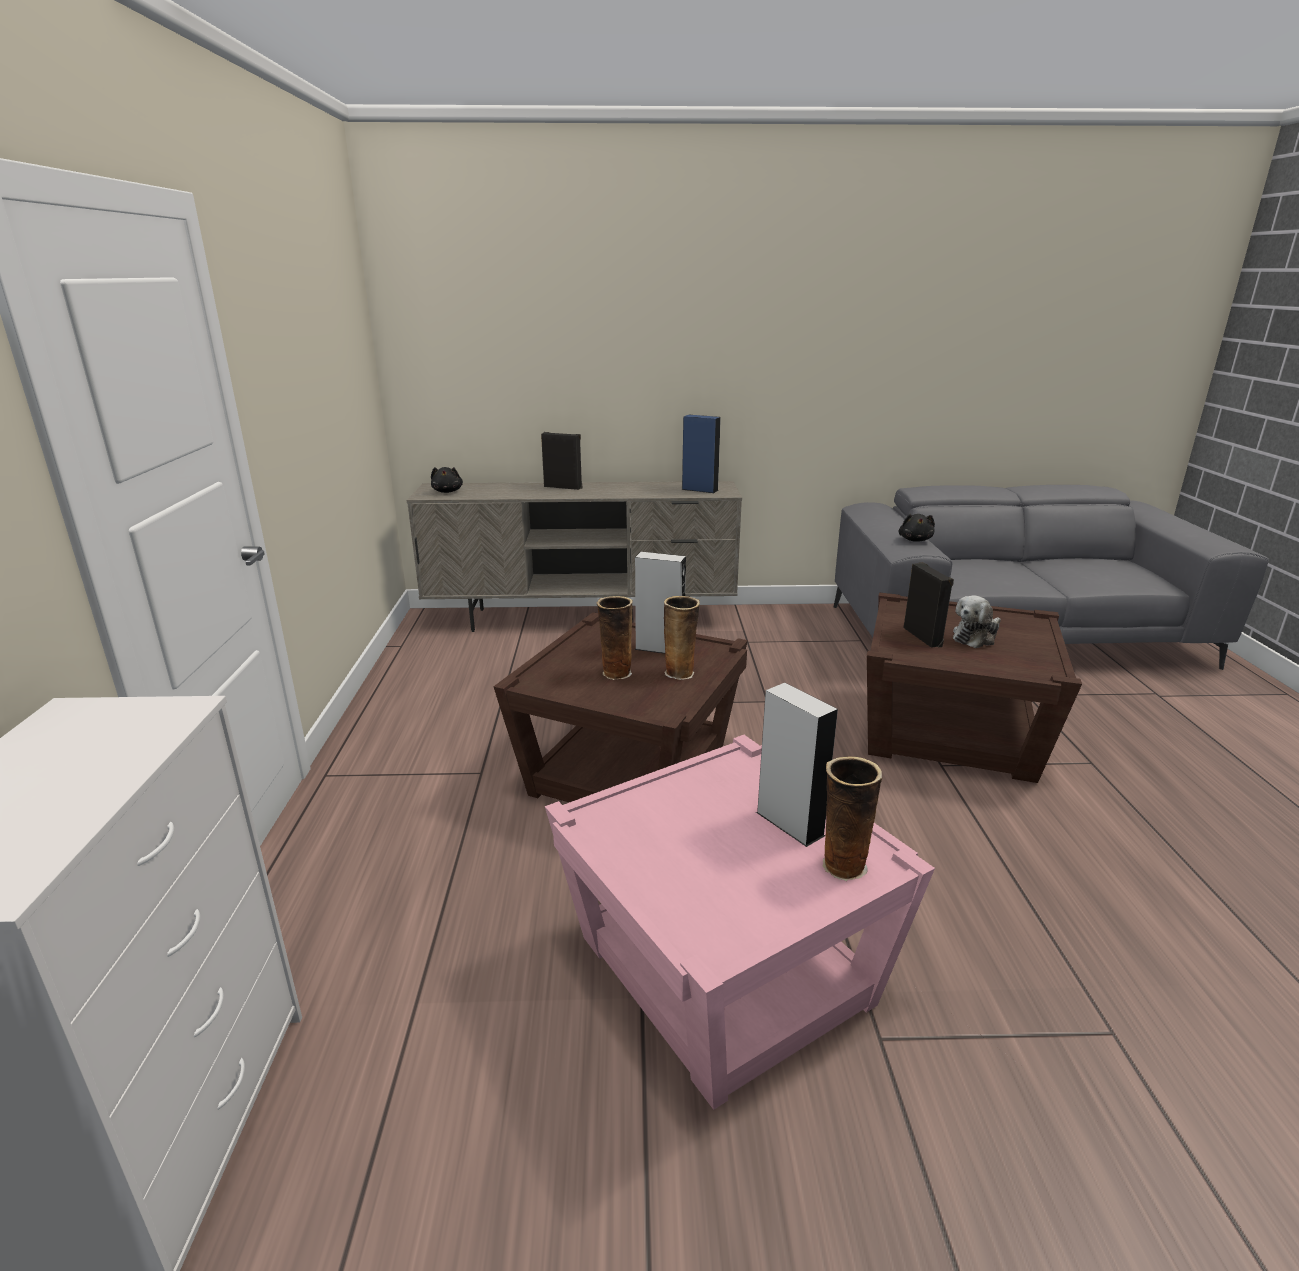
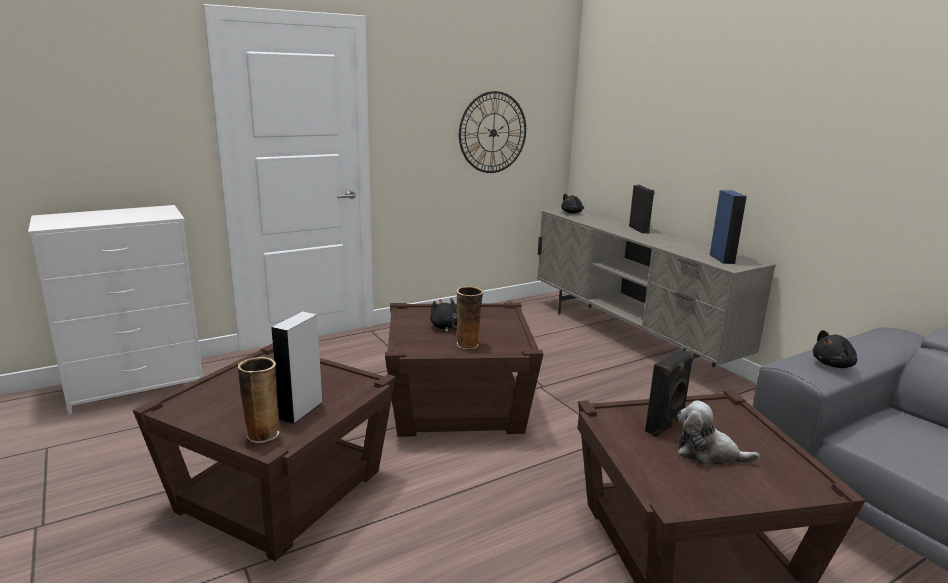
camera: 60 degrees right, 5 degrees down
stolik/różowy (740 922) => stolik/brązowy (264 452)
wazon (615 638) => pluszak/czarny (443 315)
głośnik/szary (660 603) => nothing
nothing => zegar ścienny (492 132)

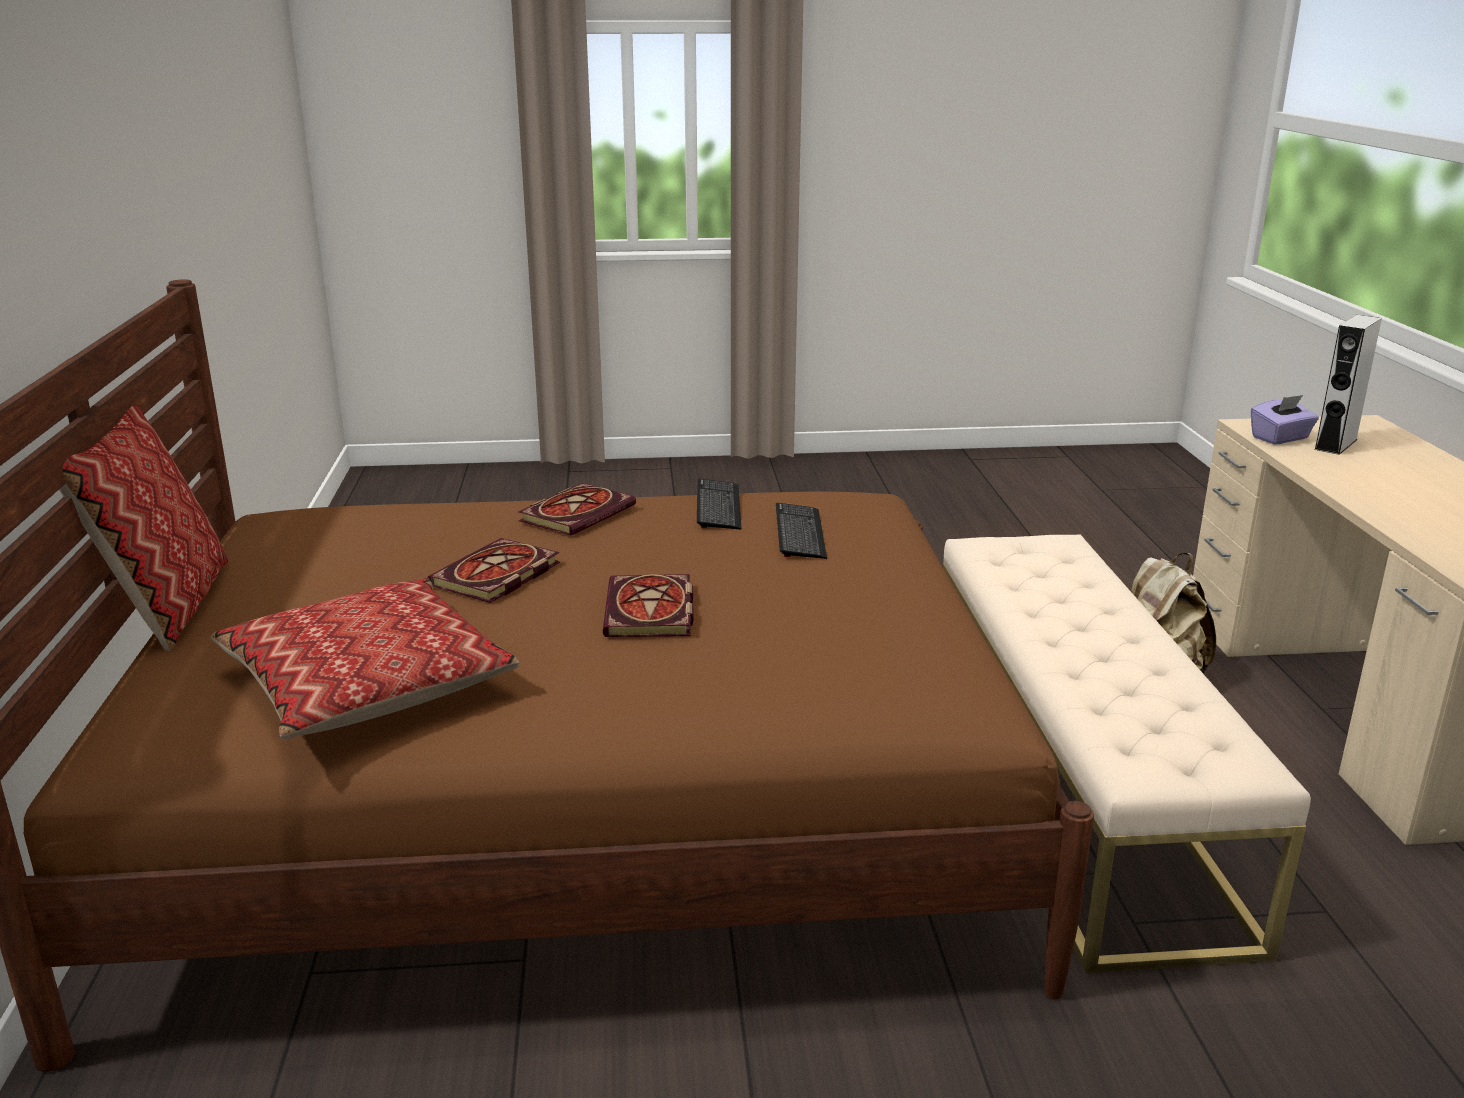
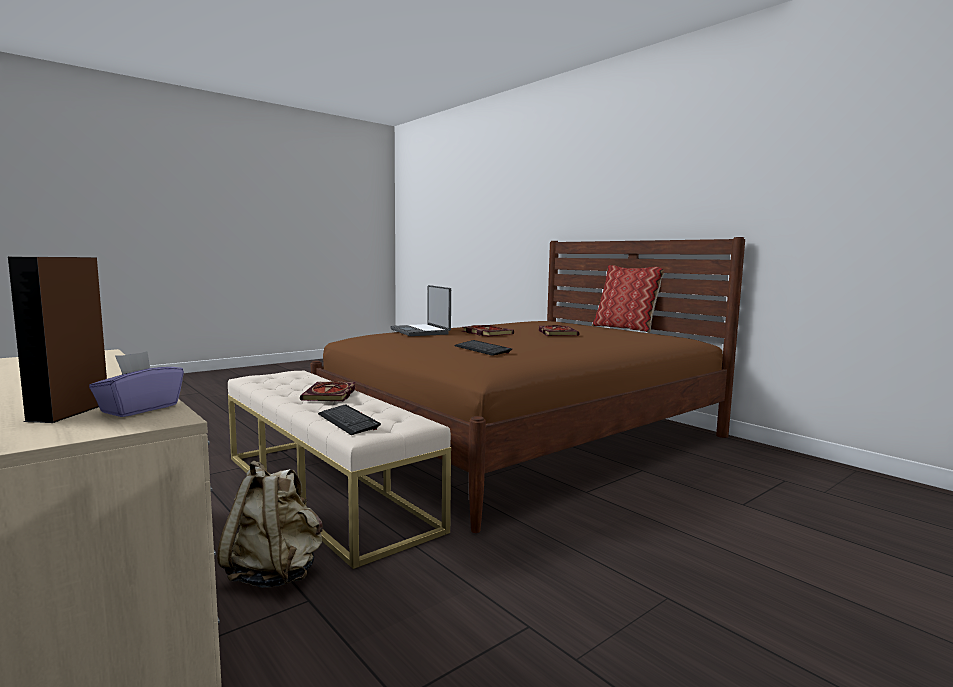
camera: 145 degrees right, 15 degrees down
poduszka (365 658) => nothing
książka (577 509) => książka (328 391), move
klawiatura (719 504) => klawiatura (349 419), move
głośnik/szary (1348 385) => głośnik/brązowy (57 340)
nothing => laptop (420 310)

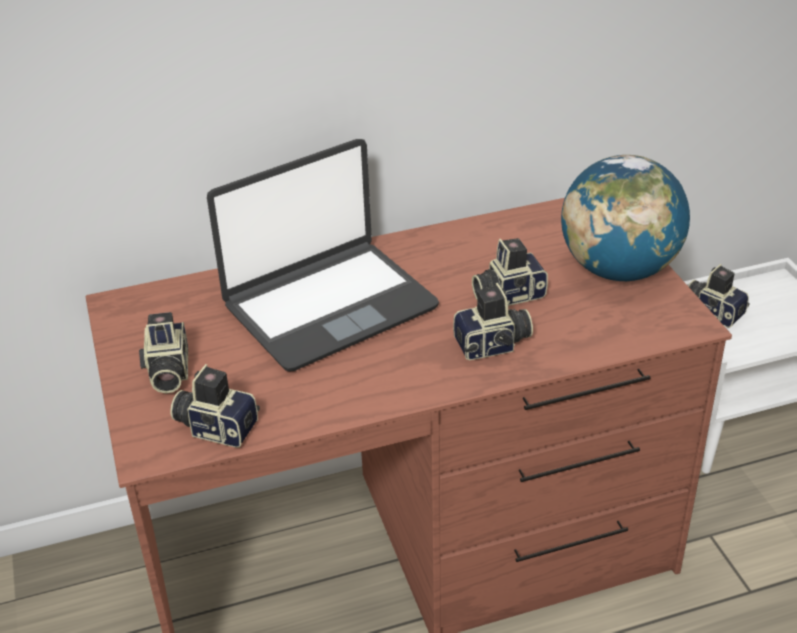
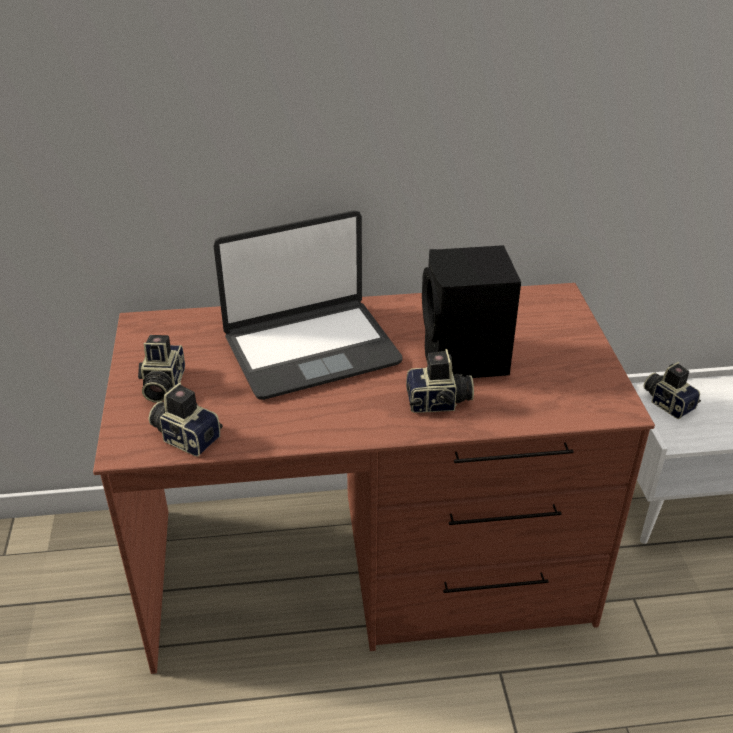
camera: 10 degrees right, 0 degrees up
aparat fotograficzny (510 272) => głośnik/czarny (471 311)
globus (625 218) => nothing

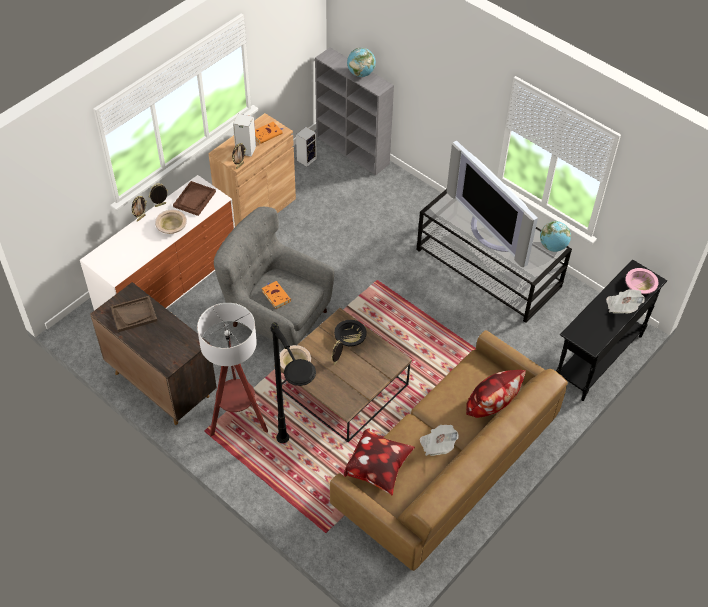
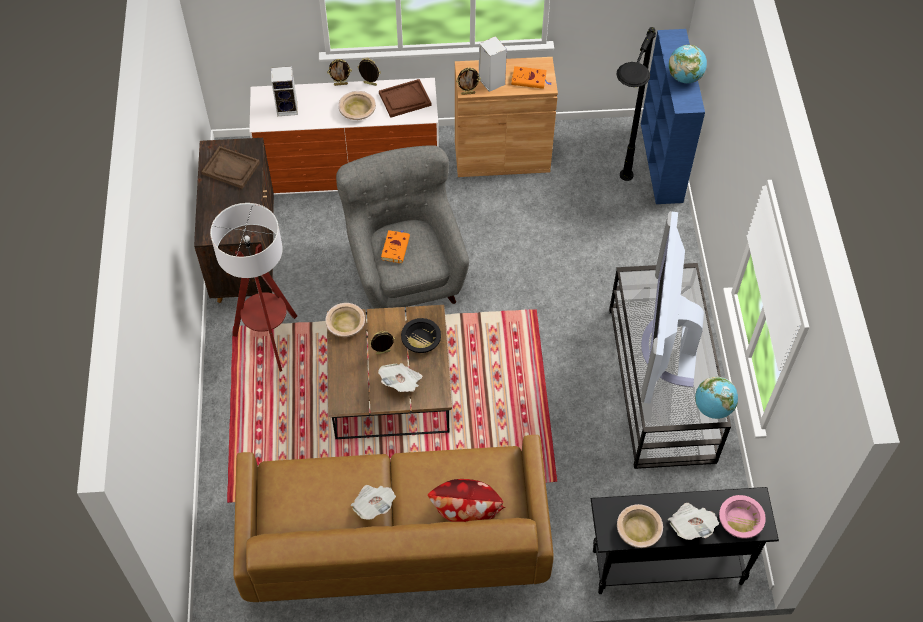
camera: 45 degrees right, 5 degrees up
lampa stojąca/czarny (293 382) => lampa stojąca/czarny (636 104), move
głośnik (306 147) => głośnik (284 91), move
regał/szary (354 111) => regał/niebieski (673 116)
poduszka (379 461) => nothing
nothing => gazeta (400 377)
nothing => miska/beżowy (640 526)

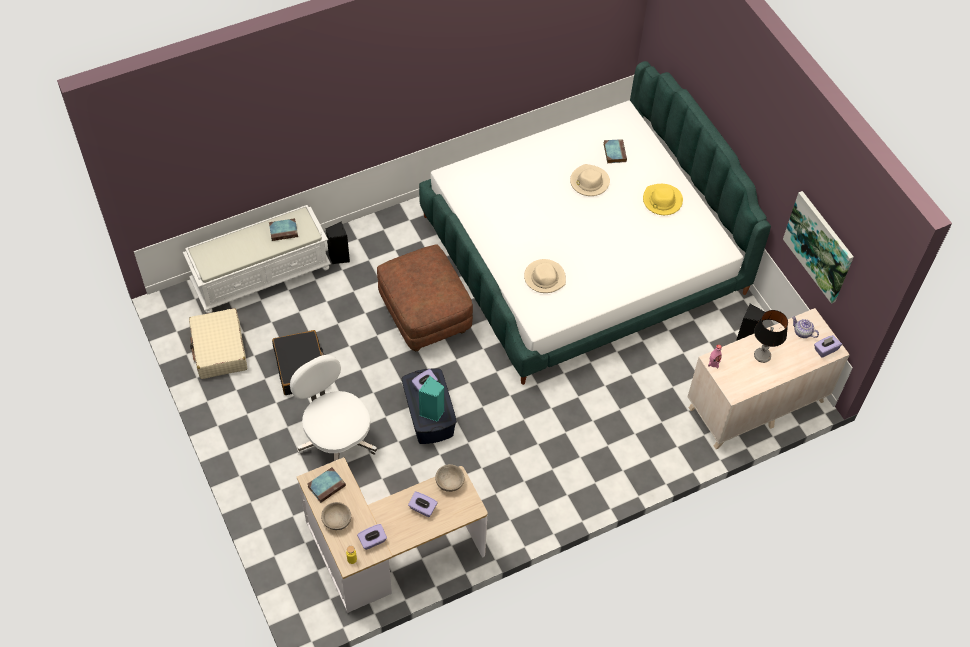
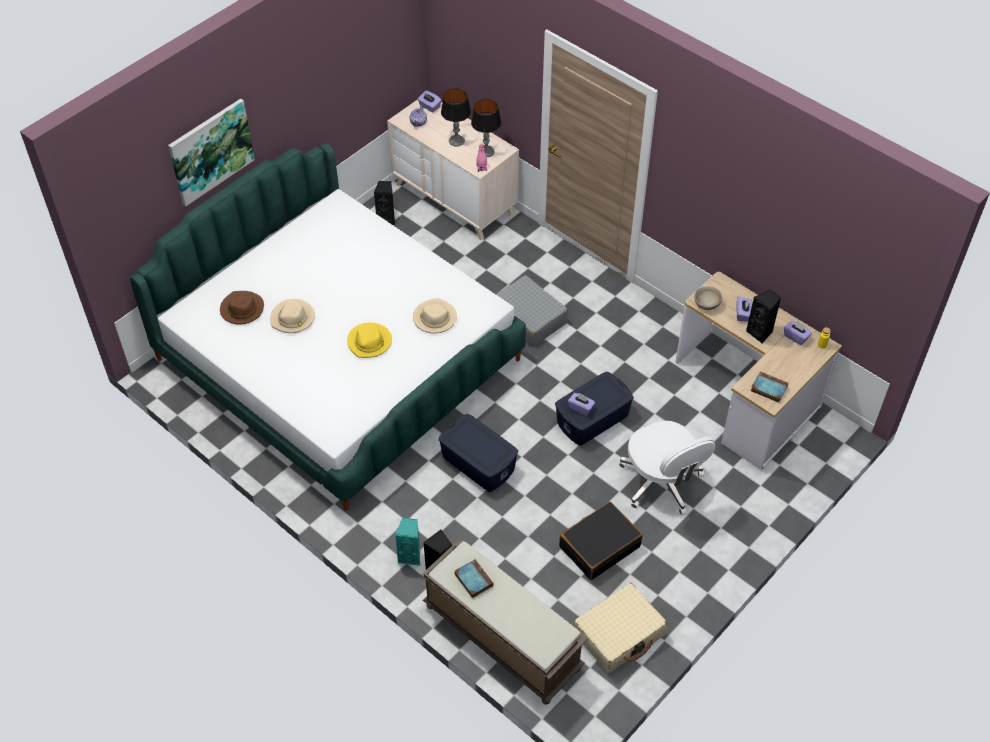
camera: 110 degrees left, 5 degrees down
ławka/biały (257 259) => ławka/brązowy (504 622)
krzesło biurowe/biały (334 408) => krzesło biurowe/biały (667 468), 60 degrees counterclockwise
miska/beżowy (336 516) => nothing
pufa/brązowy (425 297) => pojemnik do przechowywania/niebieski (478 453)
głośnik/turkusowy (431 399) => głośnik/turkusowy (407 542), move
książka (615 151) => kapelusz/brązowy (242 308)
kapelusz/żółty (663 199) => kapelusz/żółty (369 340), move
obraz (818 247) => obraz (211 152), move
nothing => lampa stołowa (486 128)
nothing => walizka/szary (532 311)
nothing => głośnik/czarny (763 316)

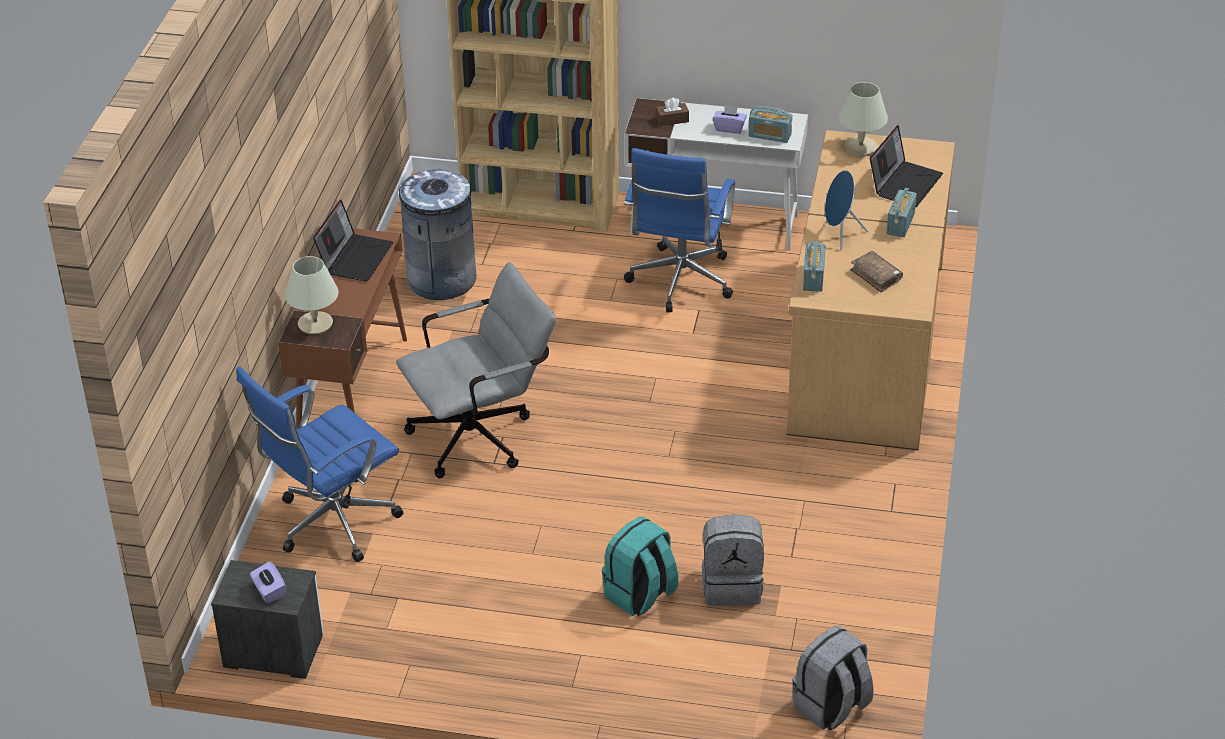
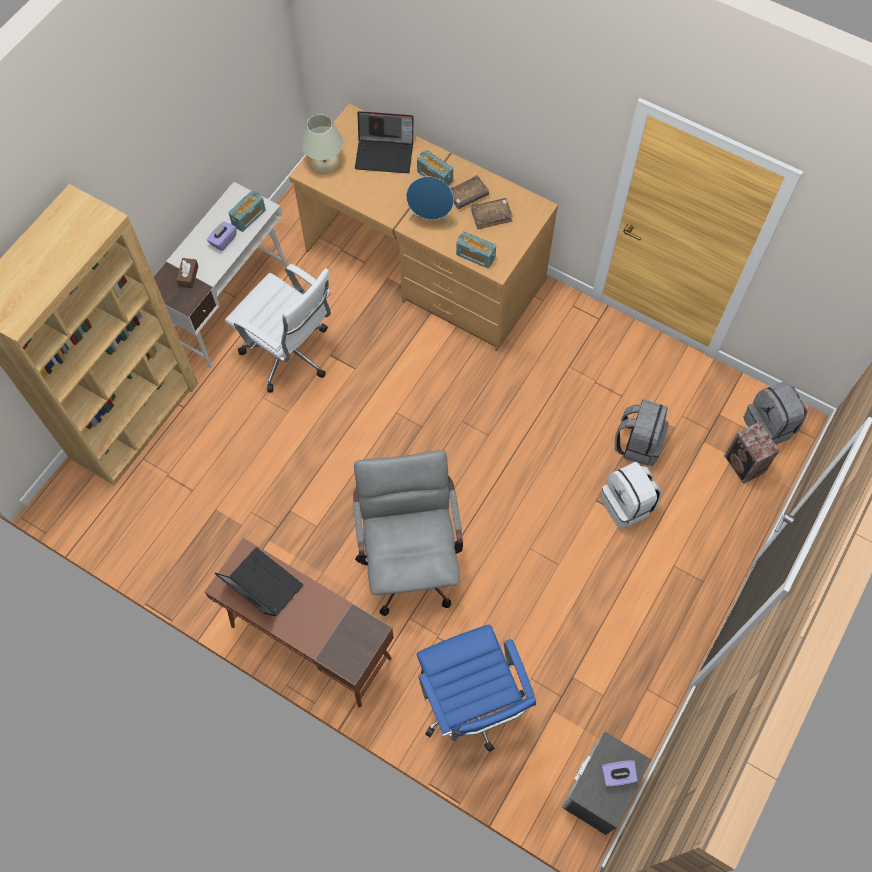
camera: 70 degrees left, 25 degrees up
lampa stołowa/beżowy (312 295) => nothing
kosz na śmieci/szary (437 234) => nothing
plecak/turkusowy (640 566) => plecak/biały (631 496)
krzesło biurowe/niebieski (679 230) => krzesło biurowe/biały (278 328)
laptop (906 166) => laptop (384 142), 135 degrees clockwise
nothing => książka/brązowy (469 192)
nothing => głośnik (752 453)

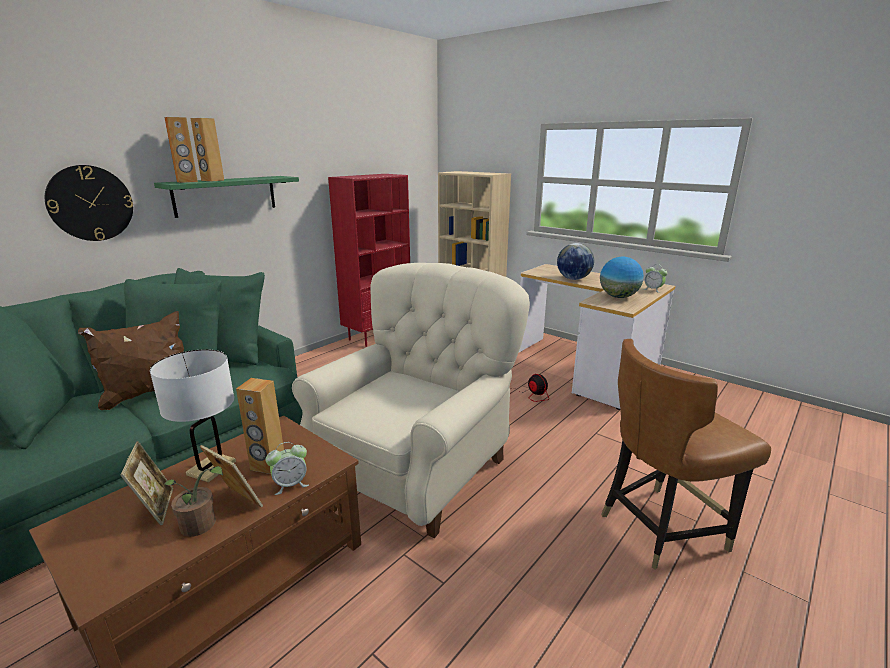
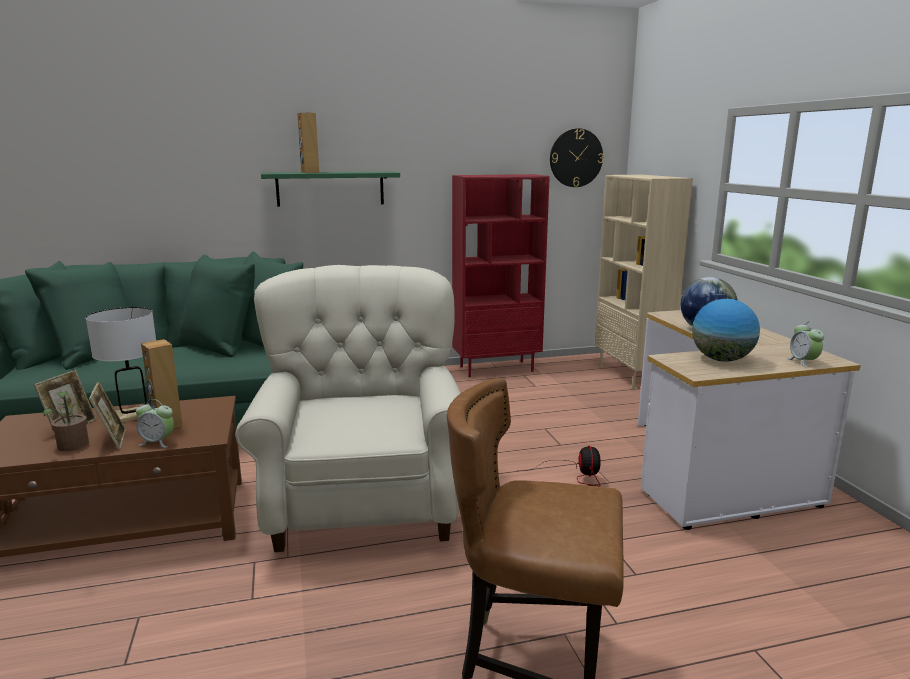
camera: 35 degrees right, 5 degrees down
zegar ścienny (89 203) => zegar ścienny (577 157), move
poduszka/brązowy (131 360) => nothing
głośnik/brązowy (181 150) => nothing
fotel/beżowy (411 400) => fotel/beżowy (348 408), 75 degrees counterclockwise

